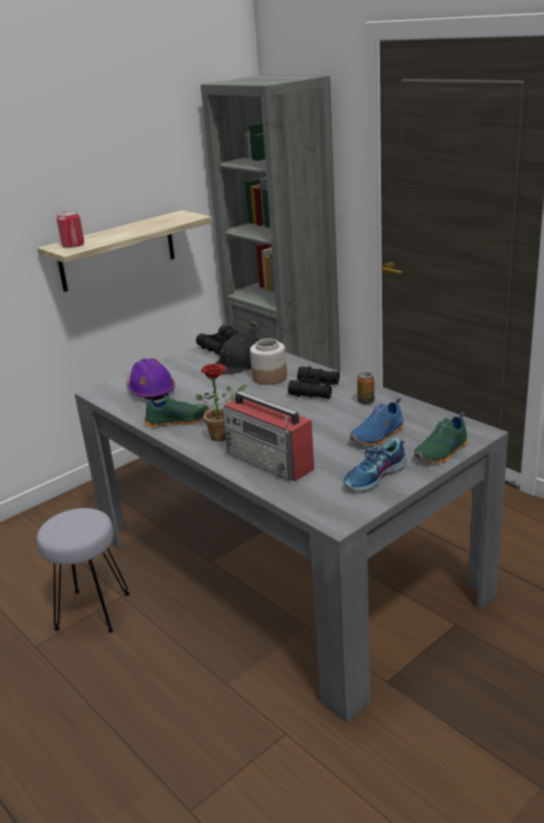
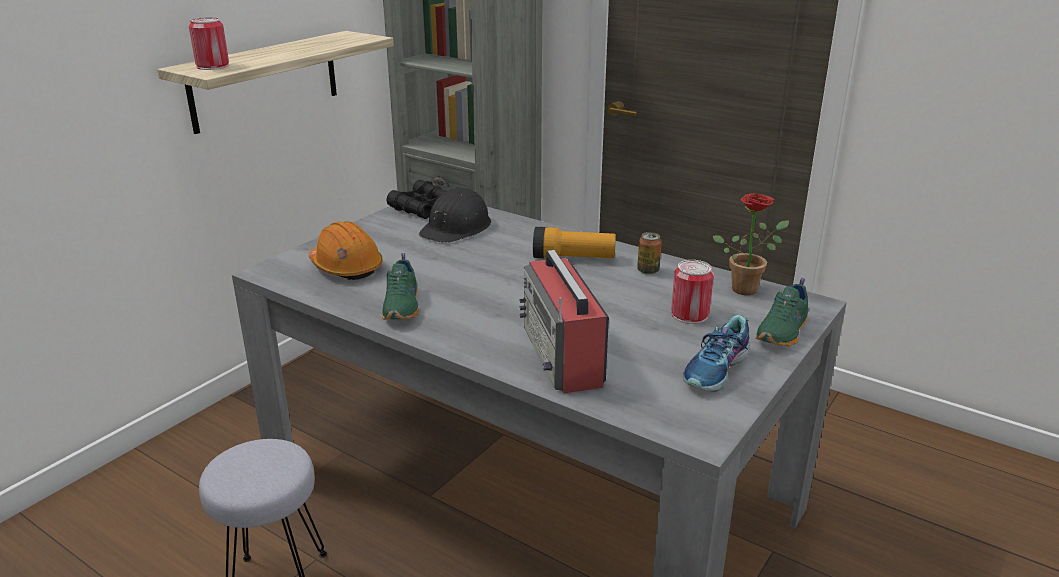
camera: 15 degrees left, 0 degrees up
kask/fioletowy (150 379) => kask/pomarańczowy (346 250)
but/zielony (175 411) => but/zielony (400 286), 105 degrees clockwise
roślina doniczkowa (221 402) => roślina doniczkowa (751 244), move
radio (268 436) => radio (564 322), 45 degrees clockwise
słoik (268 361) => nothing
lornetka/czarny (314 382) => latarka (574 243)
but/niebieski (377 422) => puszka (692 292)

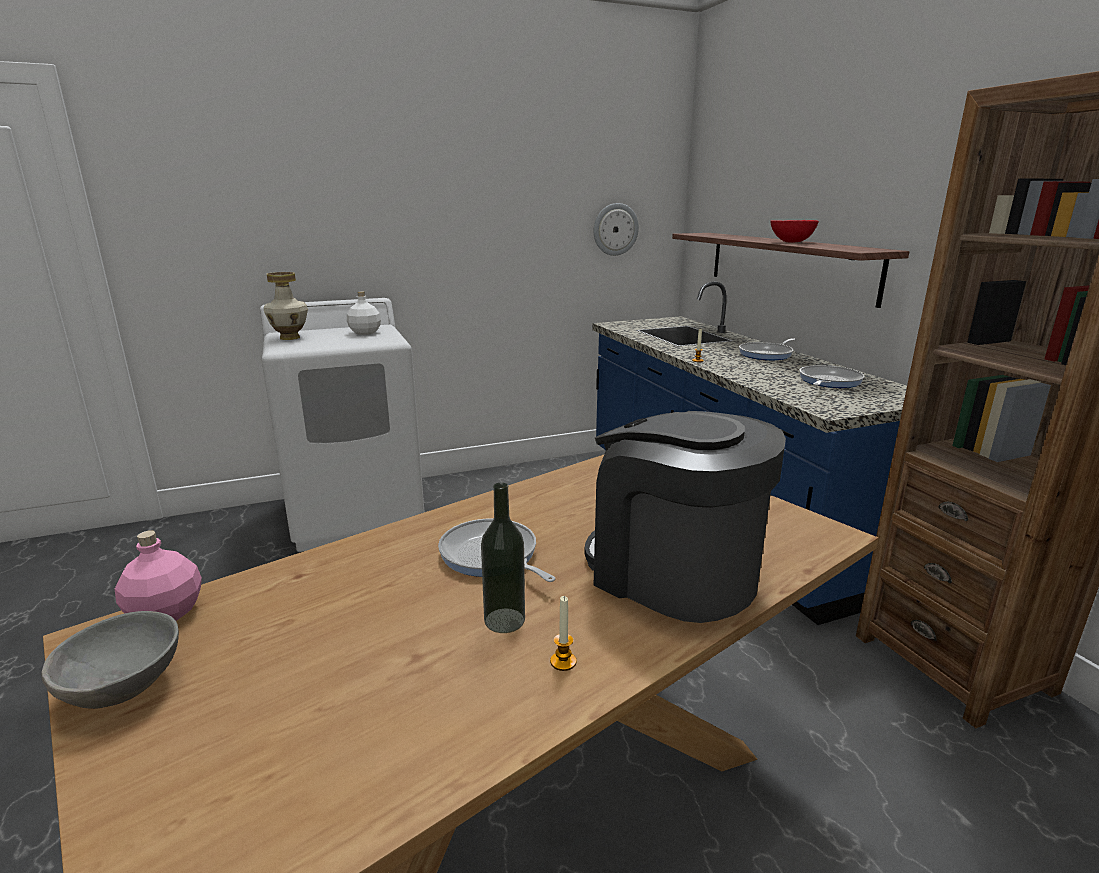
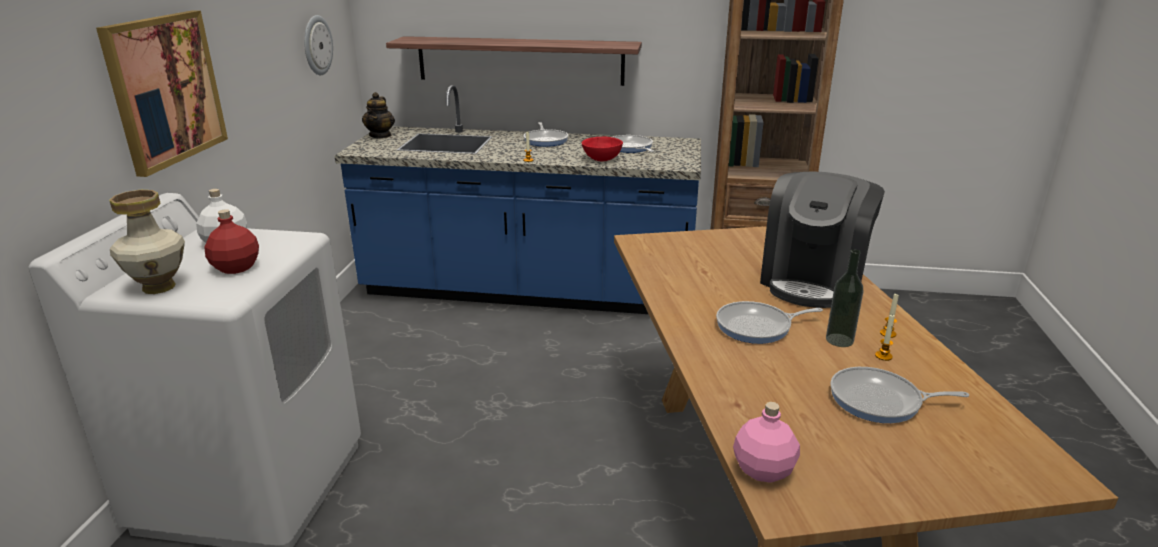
camera: 60 degrees left, 5 degrees up
miska/szary (110 660) => nothing
ekspres do kawy (685 517) => ekspres do kawy (822 239), 45 degrees counterclockwise
miska/czerwony (794 231) => miska/czerwony (602 149), move
nothing => obraz (162 94)
nothing => butelka/czerwony (231 241)
nothing => imbryk (378 115)
nothing => patelnia (899 395)
nothing => świeca (885 337)

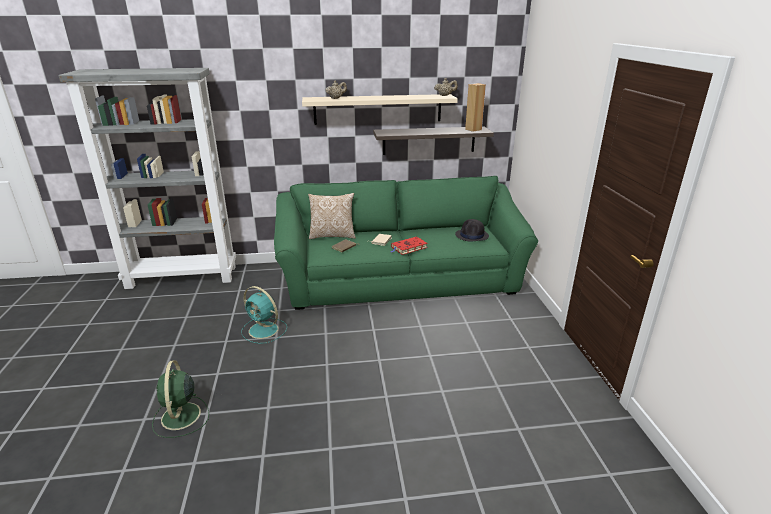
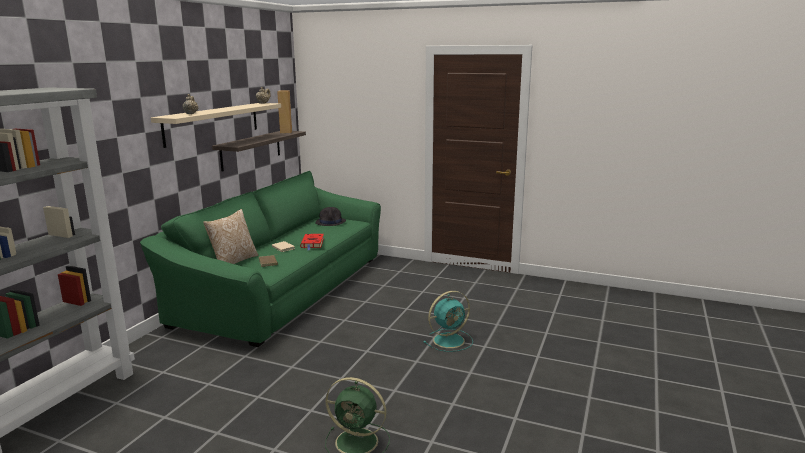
camera: 60 degrees left, 10 degrees down
wentylator/turkusowy (264 315) => wentylator/turkusowy (448 321), move

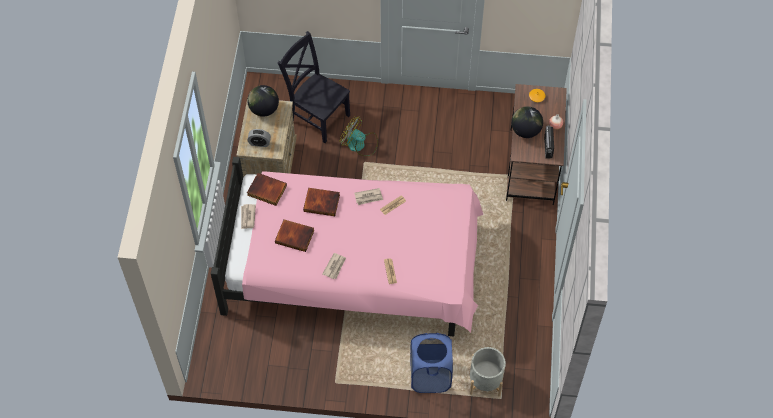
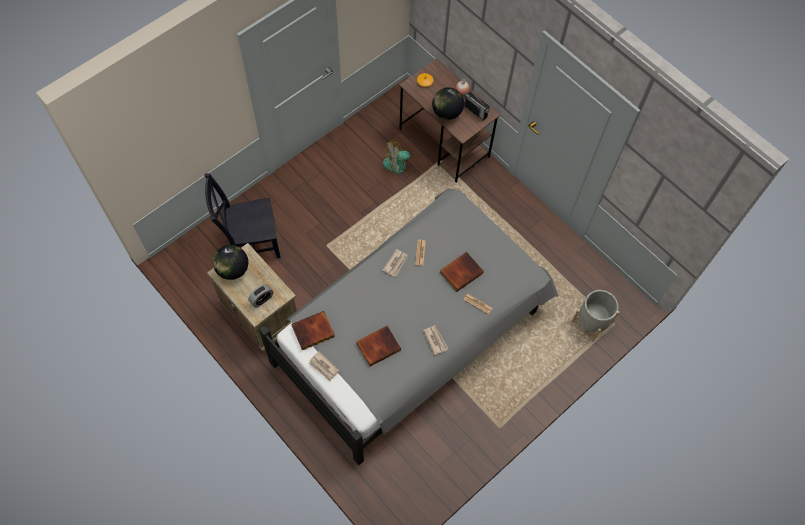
camera: 50 degrees left, 5 degrees up
łóżko/różowy (347 246) => łóżko/szary (409 326)
książka (321 202) => książka (462 272), move
wentylator (359 136) => wentylator (400 157), move
kosz na pranie/niebieski (431 363) => nothing

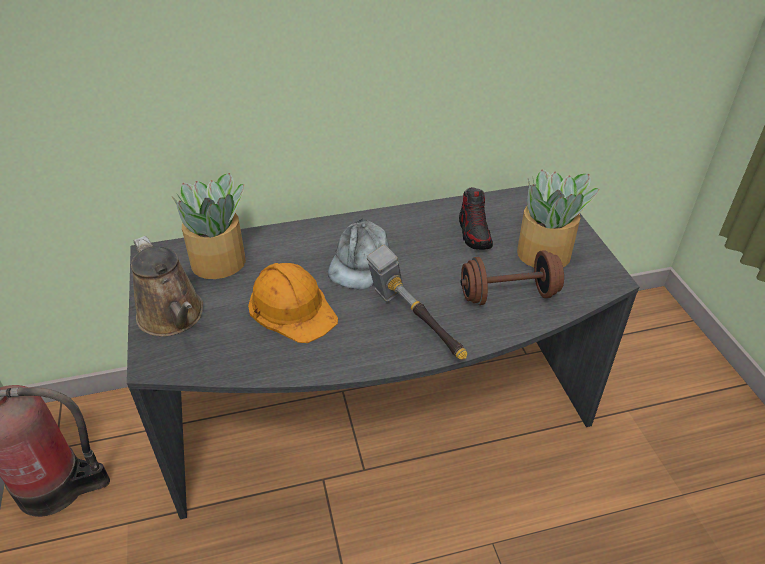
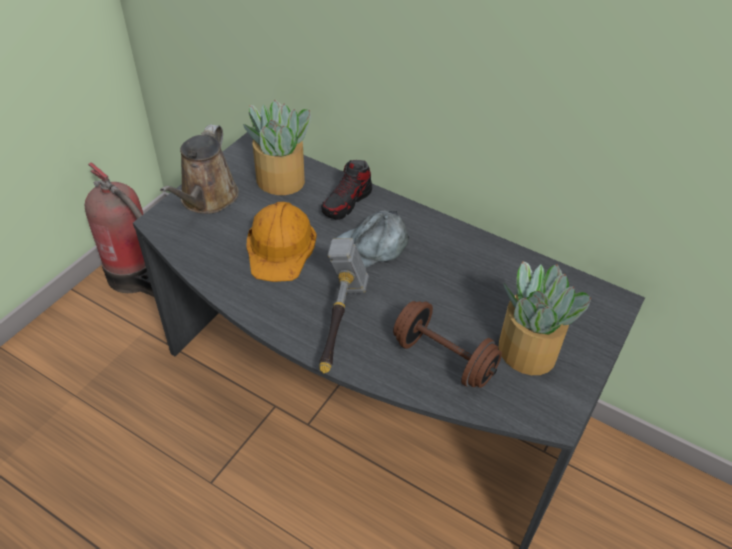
camera: 45 degrees right, 5 degrees up
but (476 218) => but (346 190), move

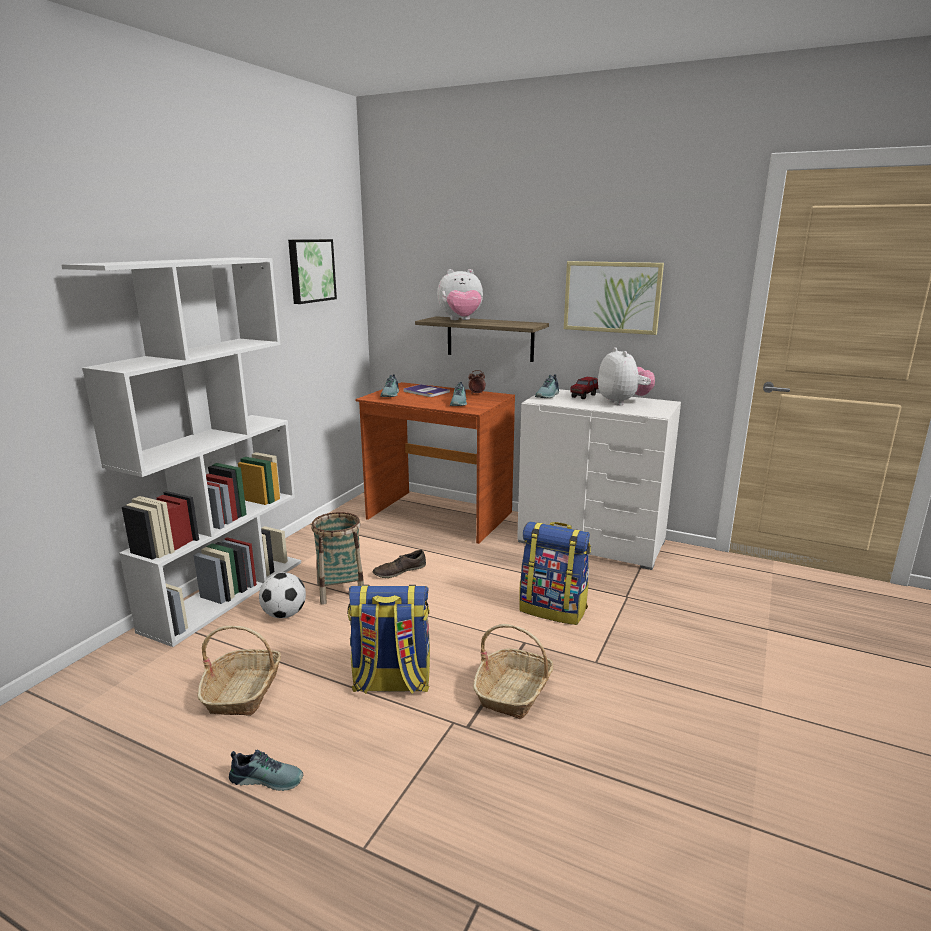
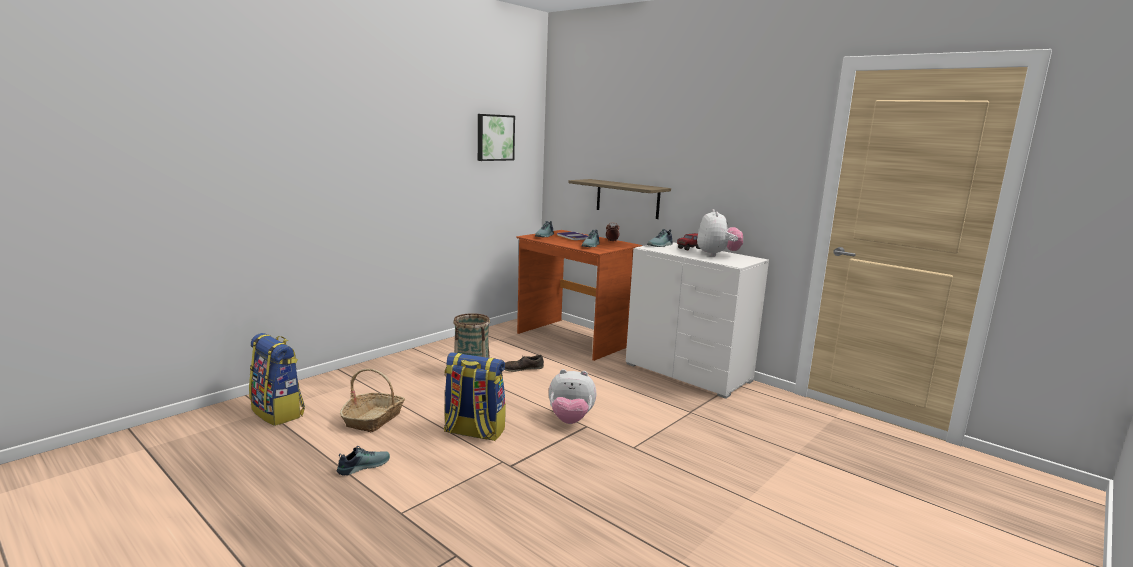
camera: 15 degrees right, 5 degrees down
regał/biały (181 452) => nothing
but (266 770) => but (363 461), 60 degrees counterclockwise
piłka futbolowa (282 595) => nothing
pluszak (460 294) => pluszak (572 396), move
koszyk (513 671) => nothing
plecak (555 573) => plecak (277 379), move
obraz (614 298) => nothing

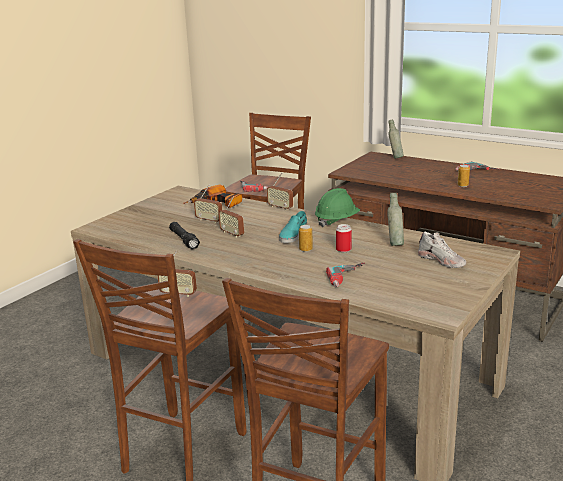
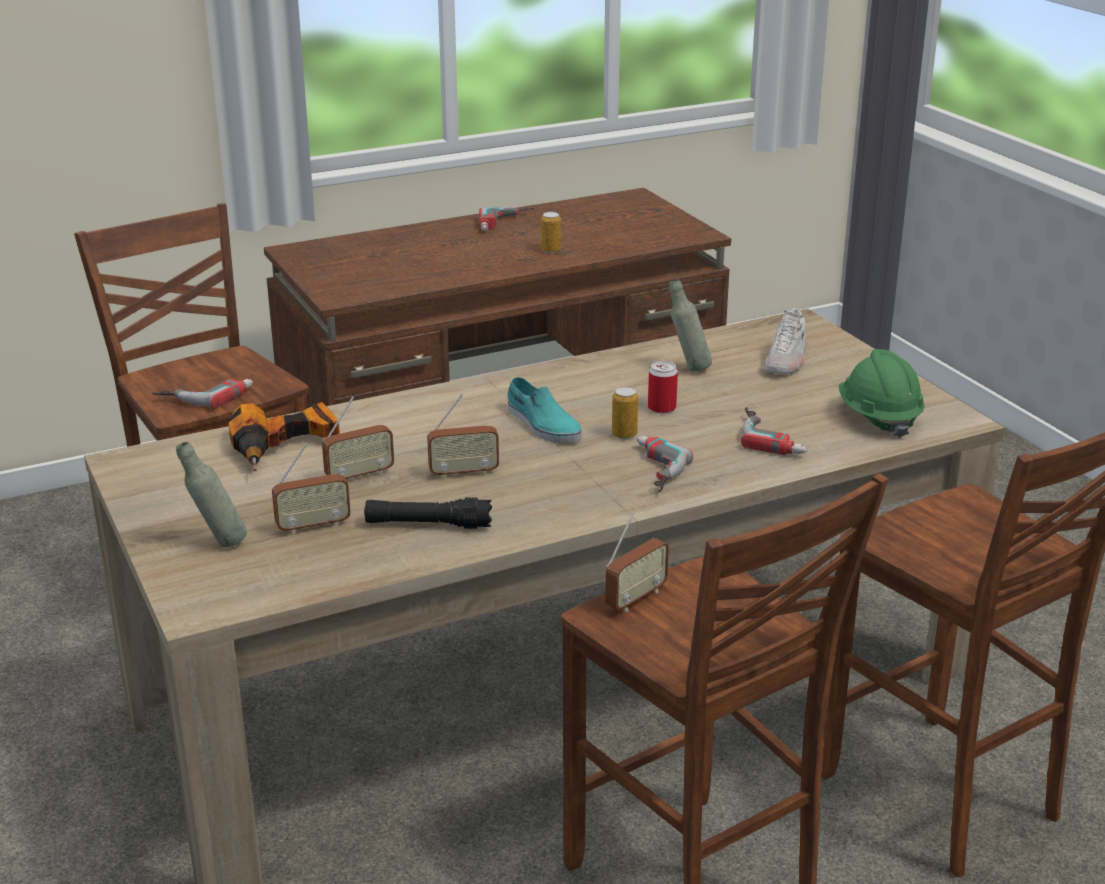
camera: 60 degrees left, 5 degrees up
radio (280 192) => radio (311 488), move
kask/zielony (337 208) => kask/zielony (882 393), move
butelka/szary (396 139) => butelka/szary (211 494), move
but/biały (442 250) => but/biały (786 341), 120 degrees clockwise
nothing => wiertarka (664 464)

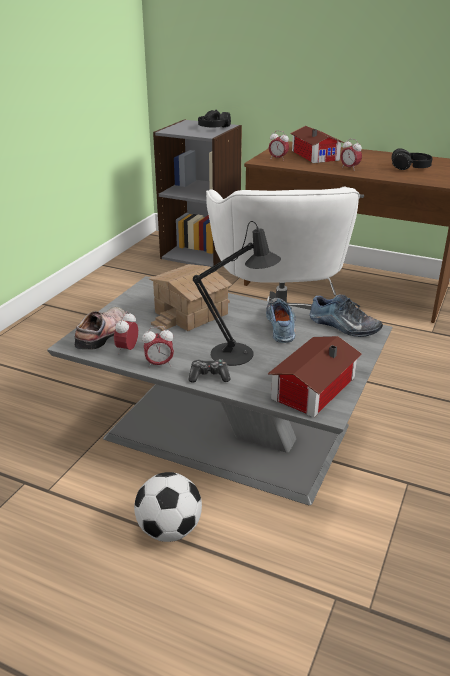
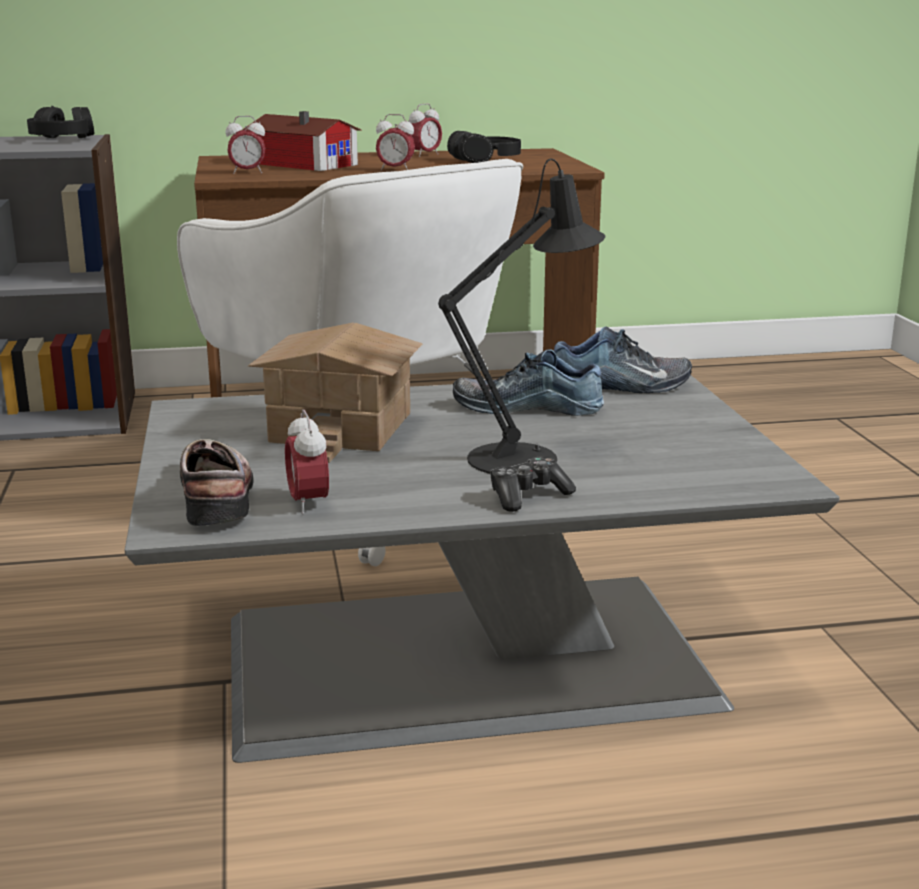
camera: 35 degrees left, 10 degrees down
piłka futbolowa (168 507) => nothing
budzik (158 347) => budzik (425 130), move
but (281 320) => but (528 382), 45 degrees counterclockwise
domek (315 376) => nothing

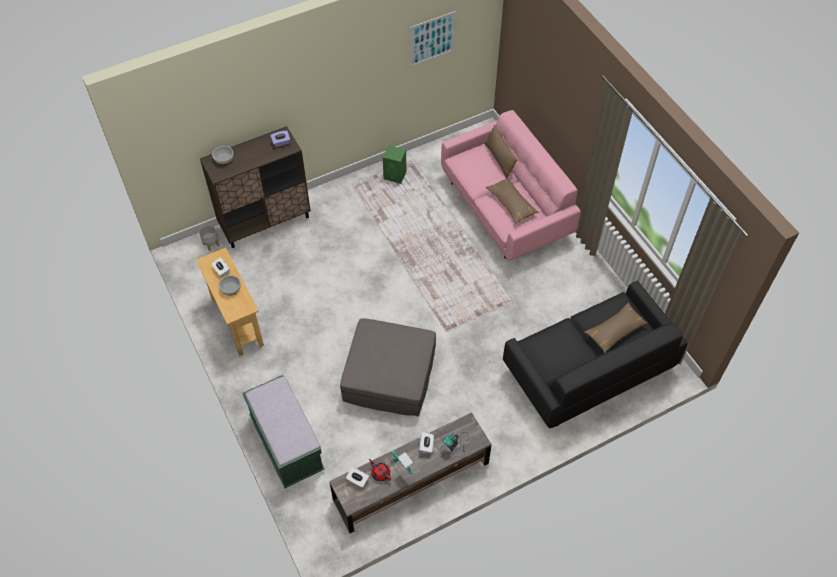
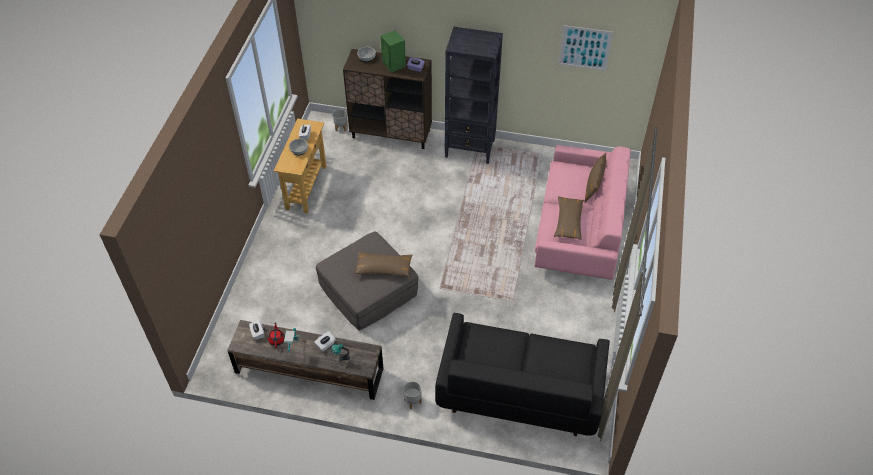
camera: 40 degrees right, 5 degrees down
ławka/zielony (284 431) => nothing
głośnik/zielony (394 164) => głośnik/zielony (393 51), move
poduszka/brązowy (616 328) => poduszka/brązowy (383 264), move
nothing => donica/szary (412 395)
nothing => regał/czarny (473 95)

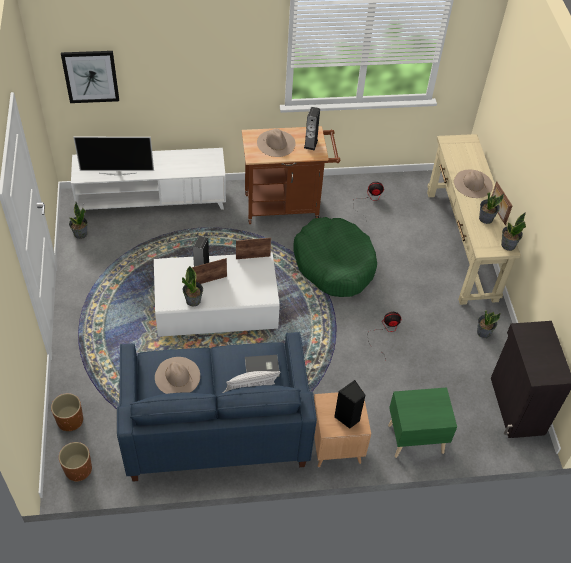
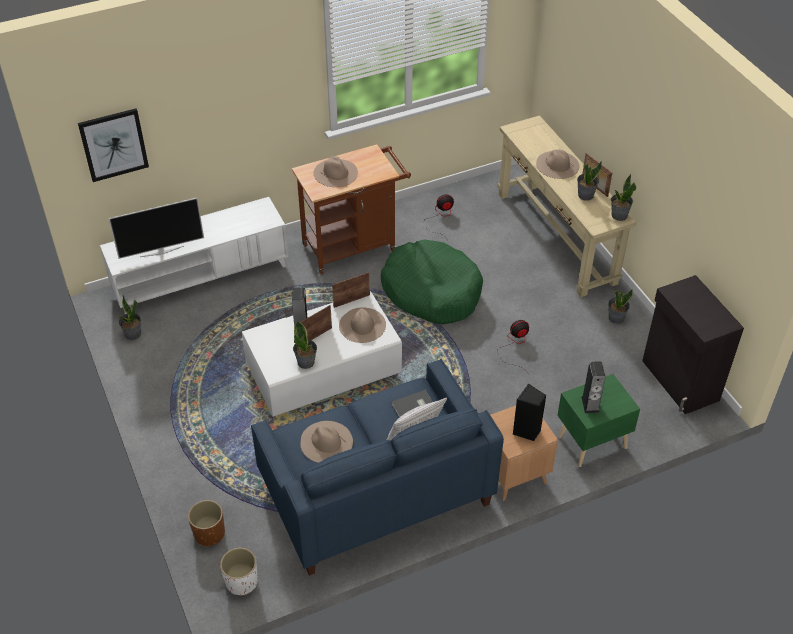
camera: 15 degrees left, 5 degrees down
donica/brązowy (75 462) => donica/biały (239 572)
głośnik (312 129) => głośnik (594 387), move
nothing => kapelusz/beżowy (362 325)

